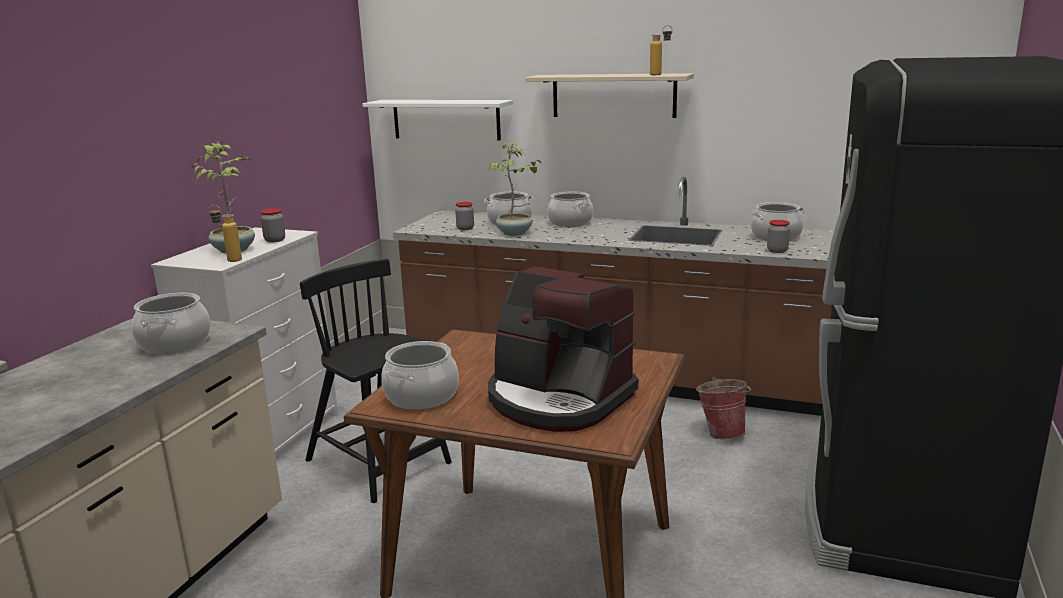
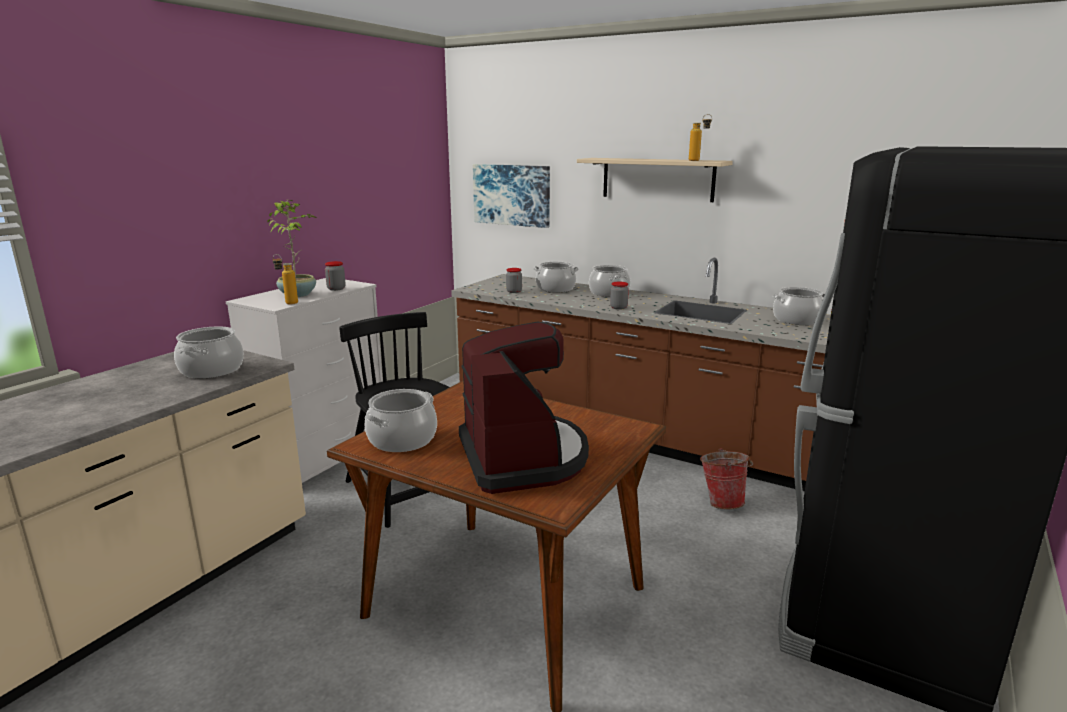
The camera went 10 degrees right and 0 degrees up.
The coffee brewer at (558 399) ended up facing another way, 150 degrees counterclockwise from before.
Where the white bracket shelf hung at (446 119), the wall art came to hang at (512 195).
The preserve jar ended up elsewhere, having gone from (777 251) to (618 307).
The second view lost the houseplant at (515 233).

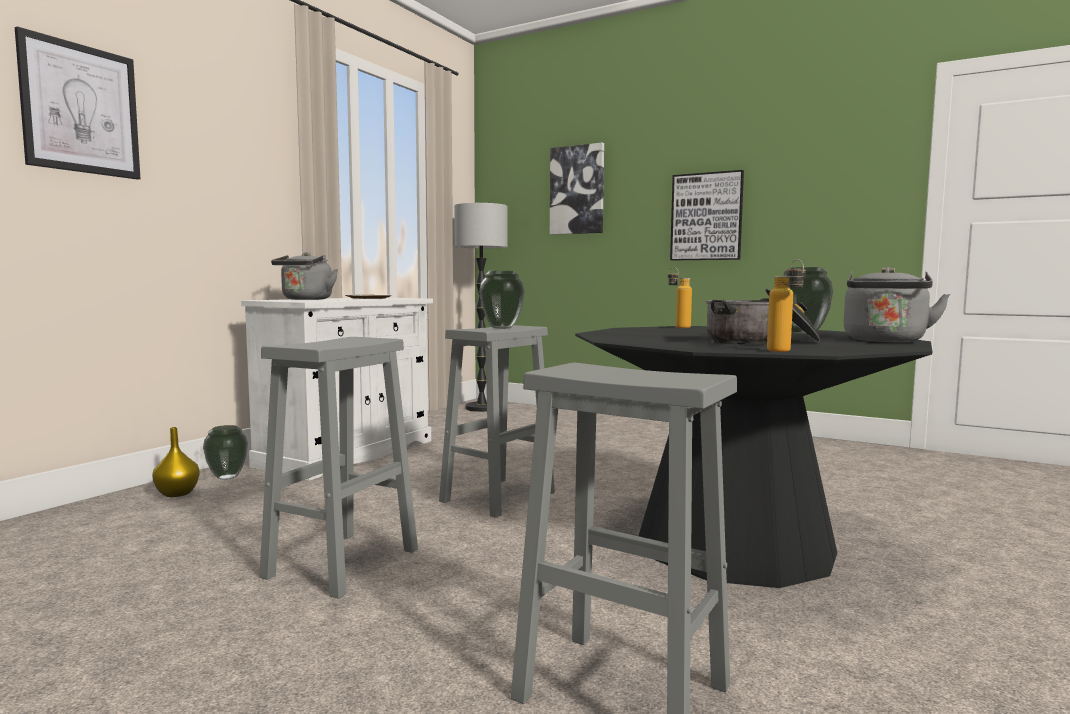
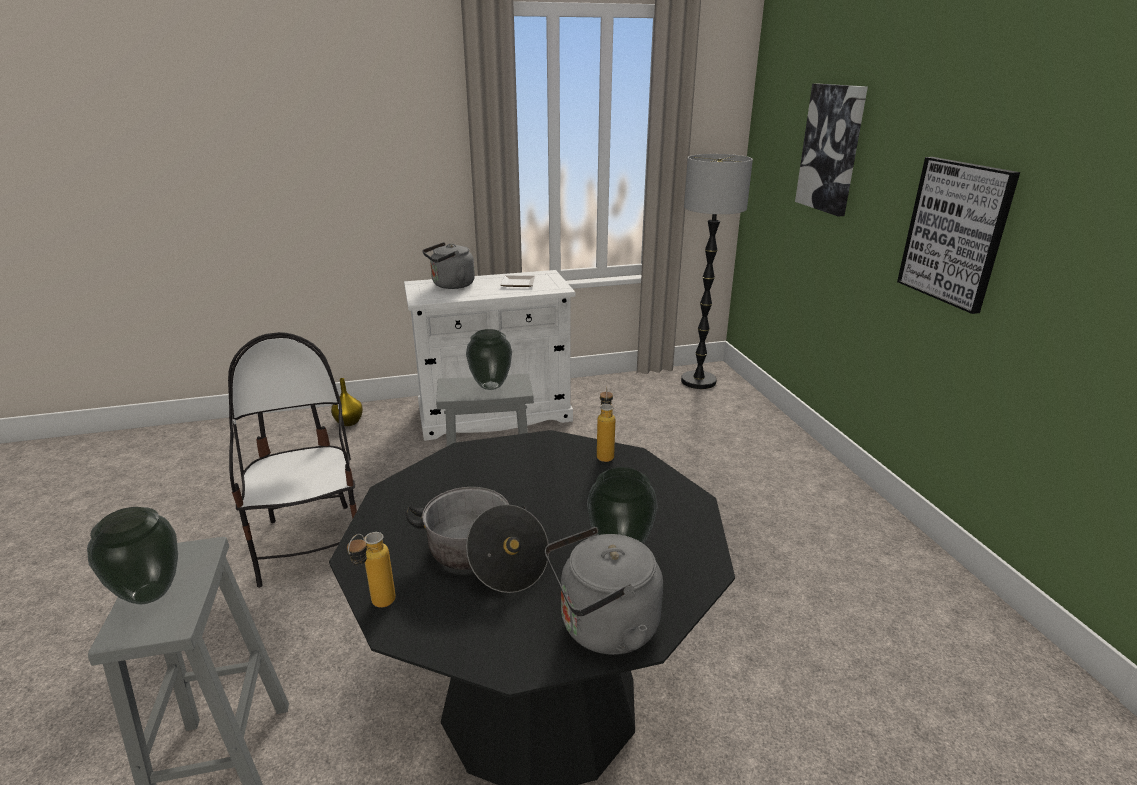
The camera went 45 degrees right and 20 degrees up.
The decorative vase ended up elsewhere, having gone from (227 477) to (149 594).
Where the gray stool seat stood at (344 562), the plain chair came to stand at (312 544).
The second view lost the wall art at (81 109).

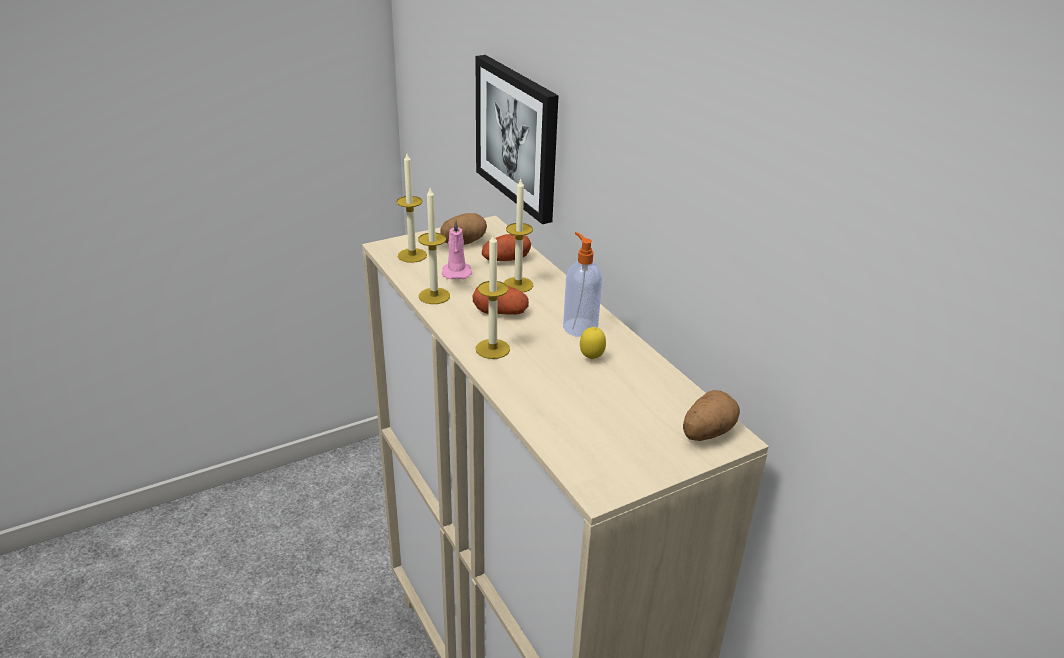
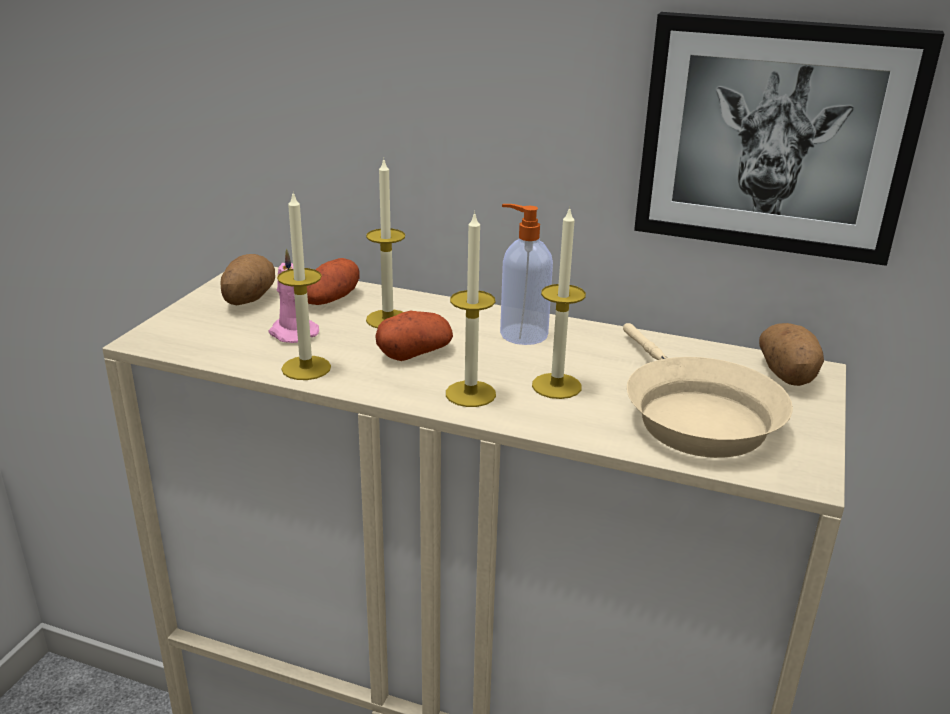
The camera went 40 degrees left and 5 degrees down.
The candle ended up elsewhere, having gone from (412 255) to (556 386).
The second view gained the beige-coloured skillet at (694 416).
The wall art ended up elsewhere, having gone from (518 136) to (775 137).
The second view lost the citrus fruit at (591 358).

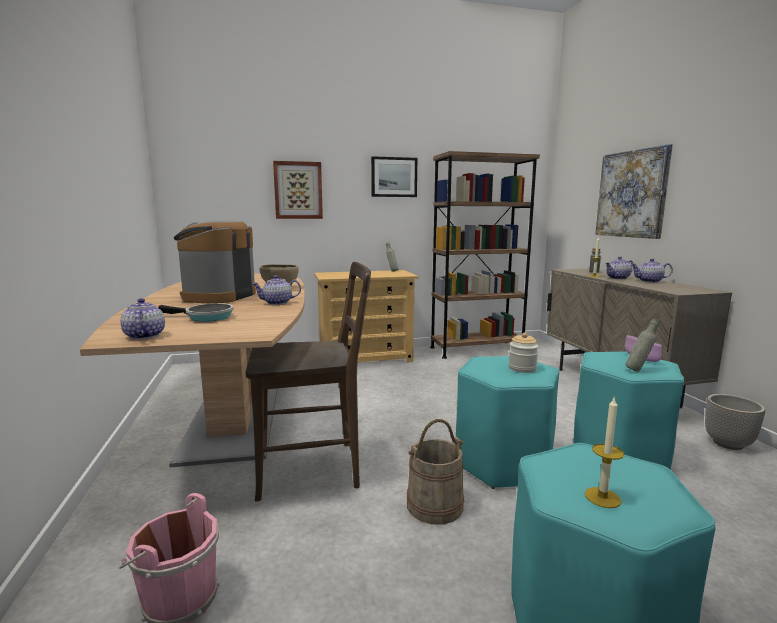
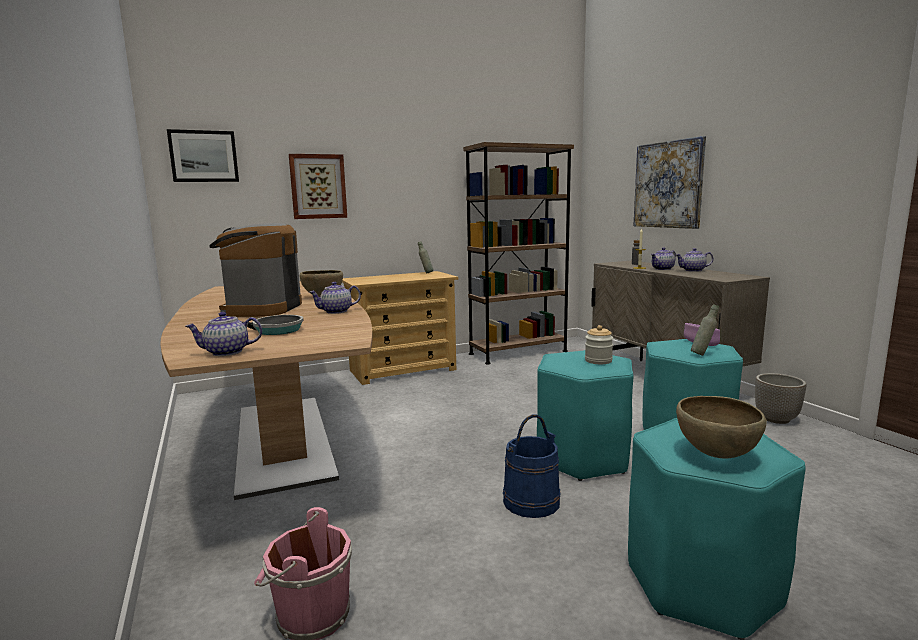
The camera went 10 degrees left and 0 degrees up.
The wall art ended up elsewhere, having gone from (394 177) to (204 156).
The tea pot at (144 336) ended up facing another way, 75 degrees counterclockwise from before.
What was the beige-coloured water bucket at (434 505) turned into the blue-coloured water bucket at (531 501).
Where the candle stood at (602 497), the brown-coloured bowl came to stand at (715 455).
The second view lost the brown-coloured plain chair at (314 468).

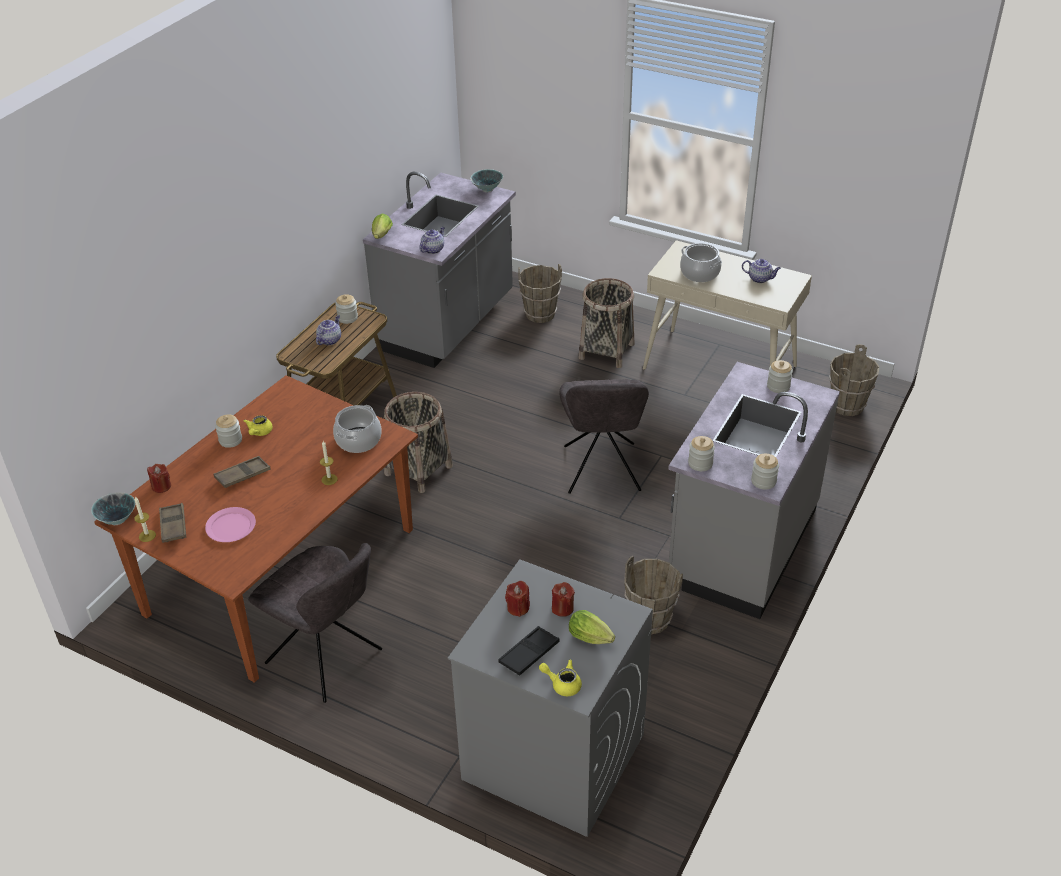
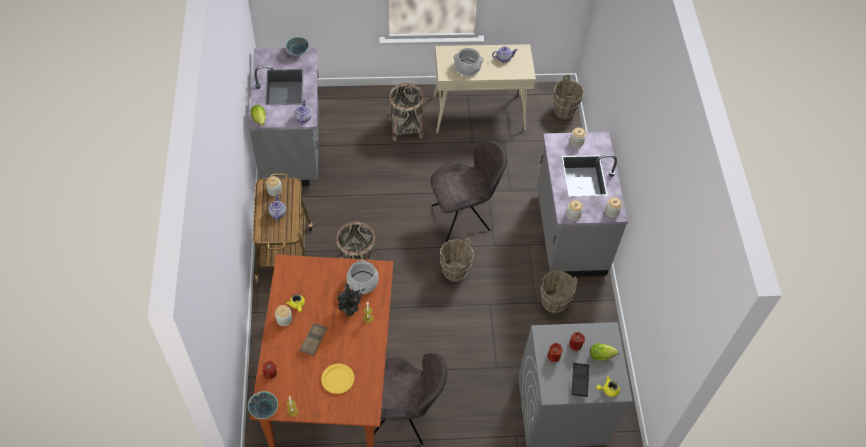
The camera went 35 degrees left and 15 degrees up.
What was the pinkish flat dish at (231 526) turned into the yellow-coloured flat dish at (337 379).
The second view gained the houseplant at (350 310).
The gray plain chair at (601 471) ended up facing another way, 75 degrees counterclockwise from before.
The brown-coloured water bucket ended up elsewhere, having gone from (540 314) to (455 272).
The second view lost the brown-coloured carrying tray at (173 526).

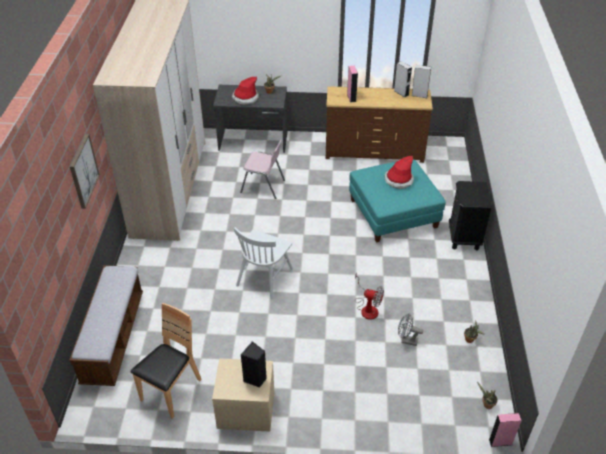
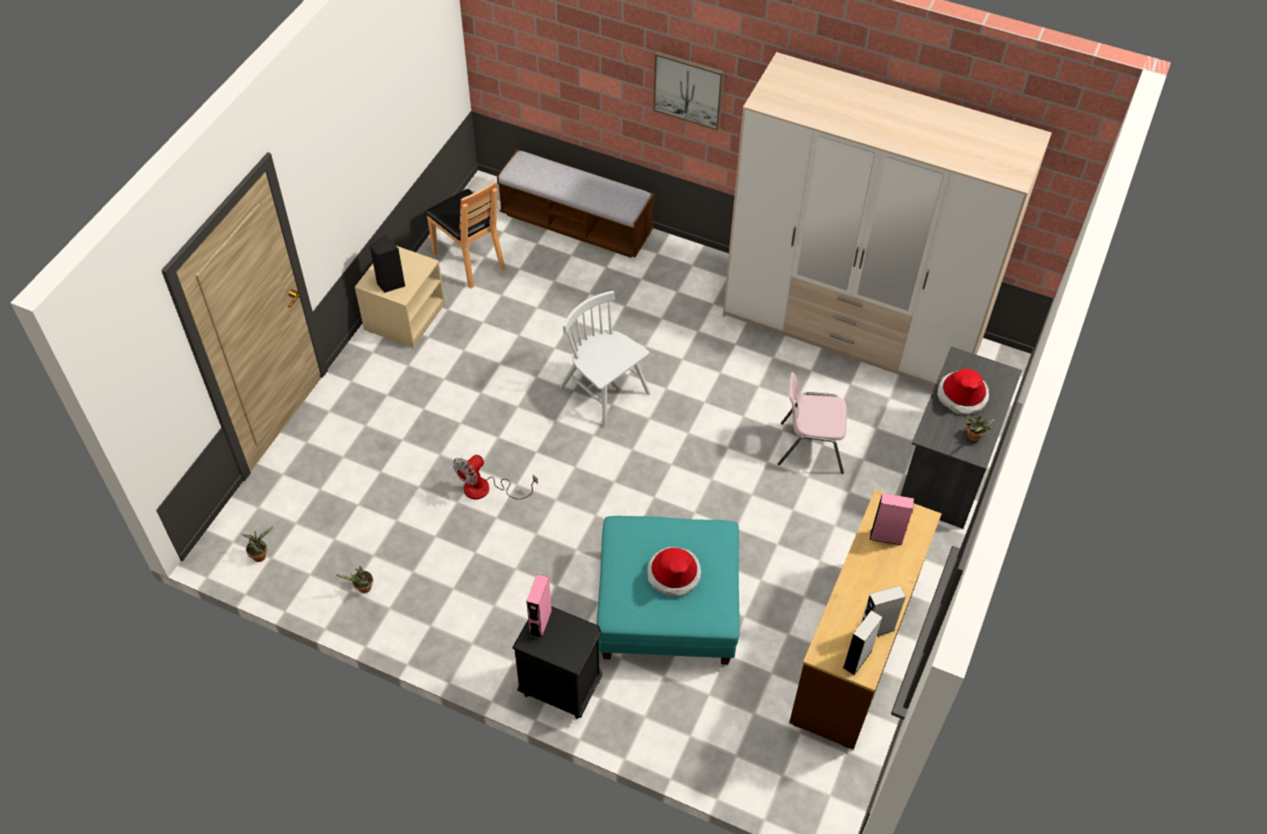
The camera went 110 degrees right and 10 degrees up.
The pinkish speaker ended up elsewhere, having gone from (500 442) to (540 623).
The pinkish plain chair at (263 186) ended up facing another way, 60 degrees clockwise from before.
The second view lost the gray fan at (406 340).

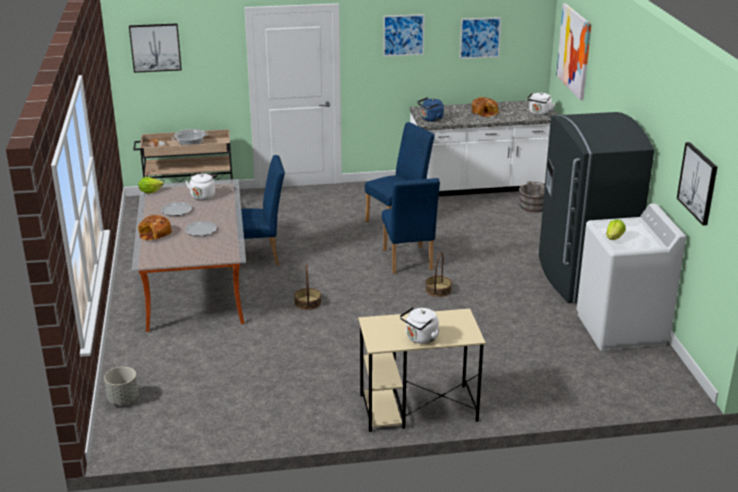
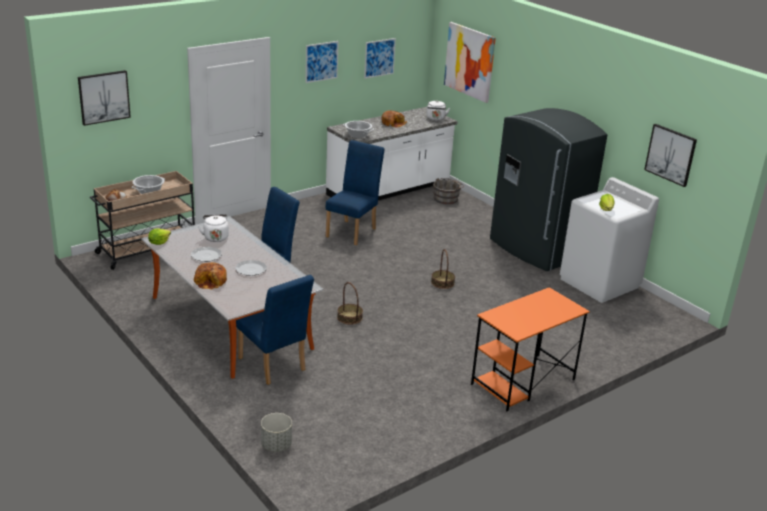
The camera went 30 degrees left and 0 degrees up.
The blue-coloured plain chair ended up elsewhere, having gone from (408 262) to (274 366).
Where the blue-coloured tea kettle stood at (431 119), the stockpot came to stand at (357 135).
What was the beige-coloured desk unit at (417 408) turned into the orange desk unit at (522 382).
The second view lost the white tea kettle at (420 338).

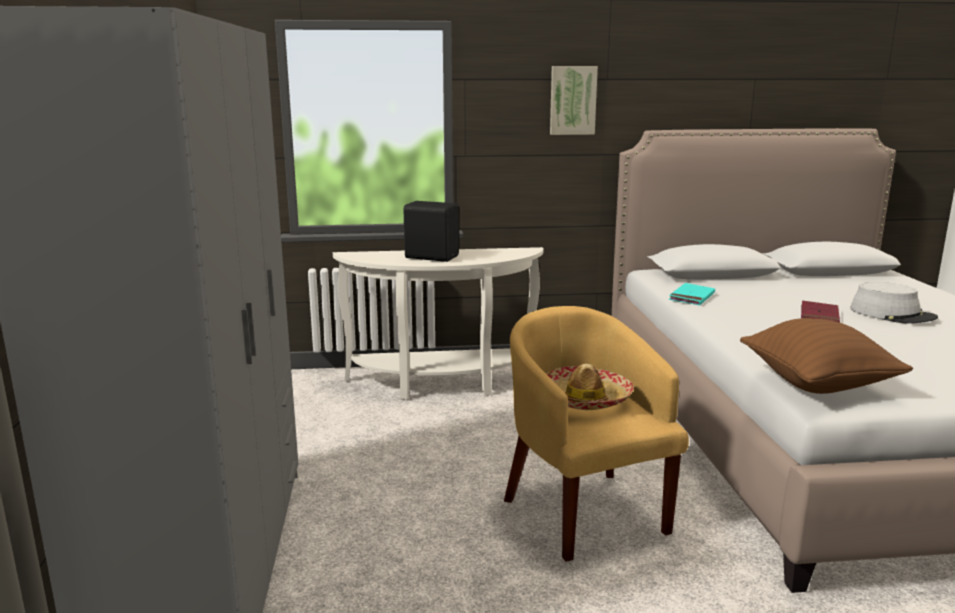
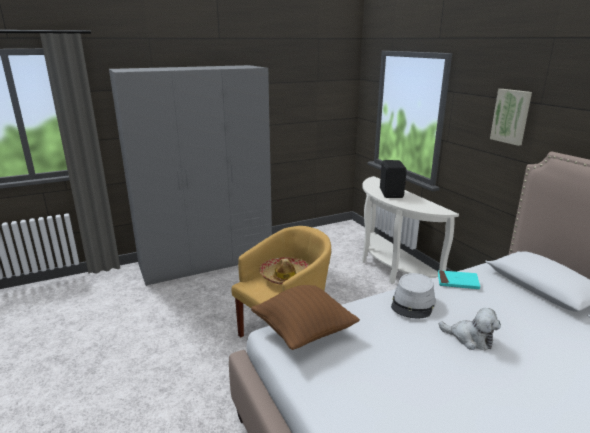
The camera went 70 degrees right and 5 degrees up.
The gray hat ended up elsewhere, having gone from (892 314) to (413 303).
Where the reddish bound book stood at (819 316), the plush toy came to stand at (470 339).

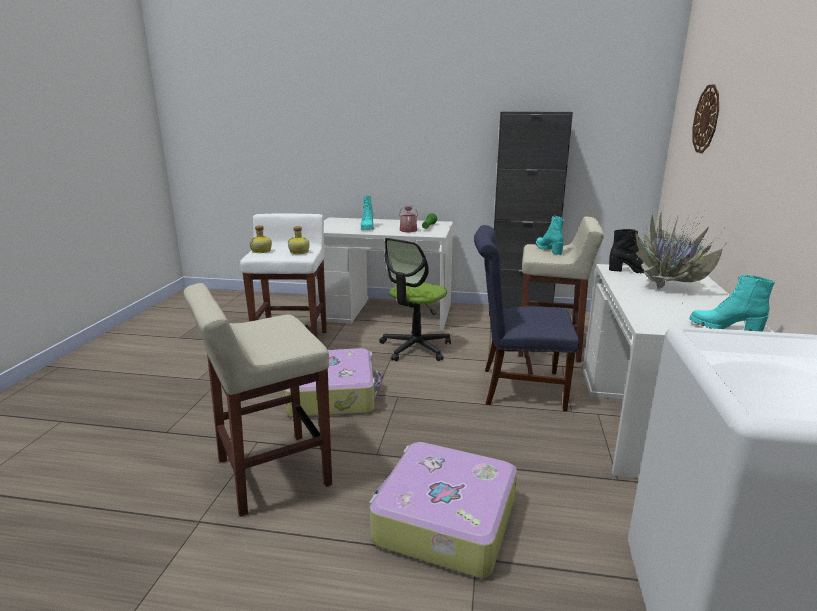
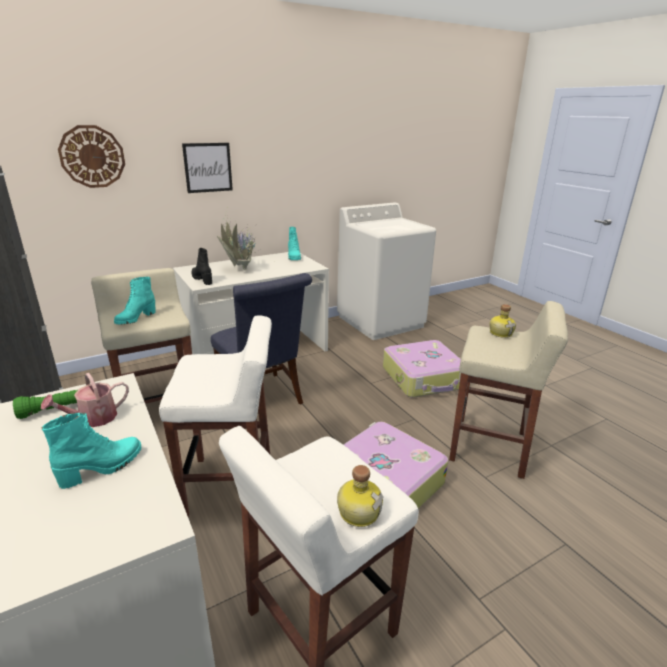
The camera went 130 degrees left and 5 degrees up.
Where the desk chair stood at (415 348), the white stool seat came to stand at (231 485).
The second view gained the wall art at (208 167).
The beverage bottle ended up elsewhere, having gone from (299 252) to (501 333).

